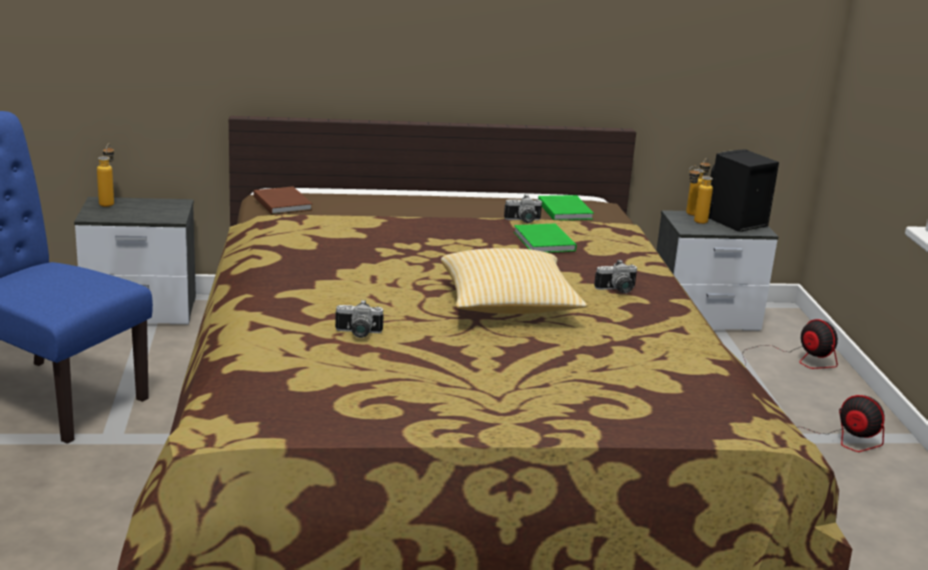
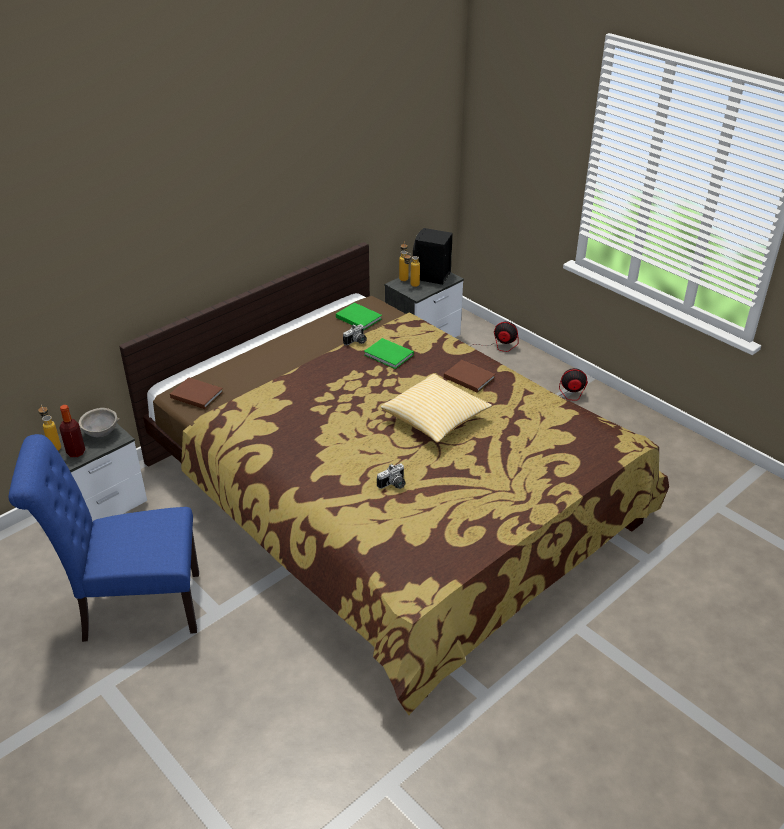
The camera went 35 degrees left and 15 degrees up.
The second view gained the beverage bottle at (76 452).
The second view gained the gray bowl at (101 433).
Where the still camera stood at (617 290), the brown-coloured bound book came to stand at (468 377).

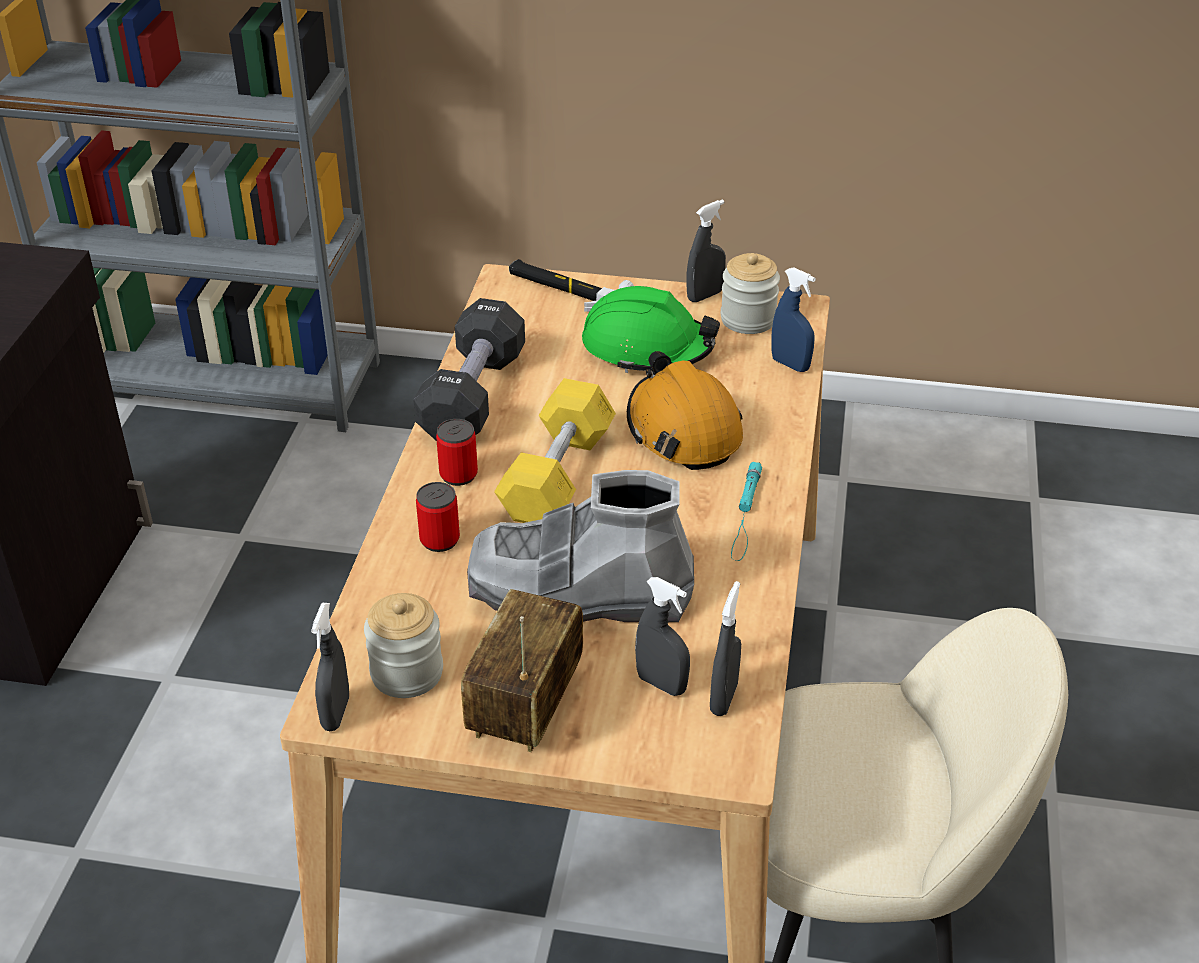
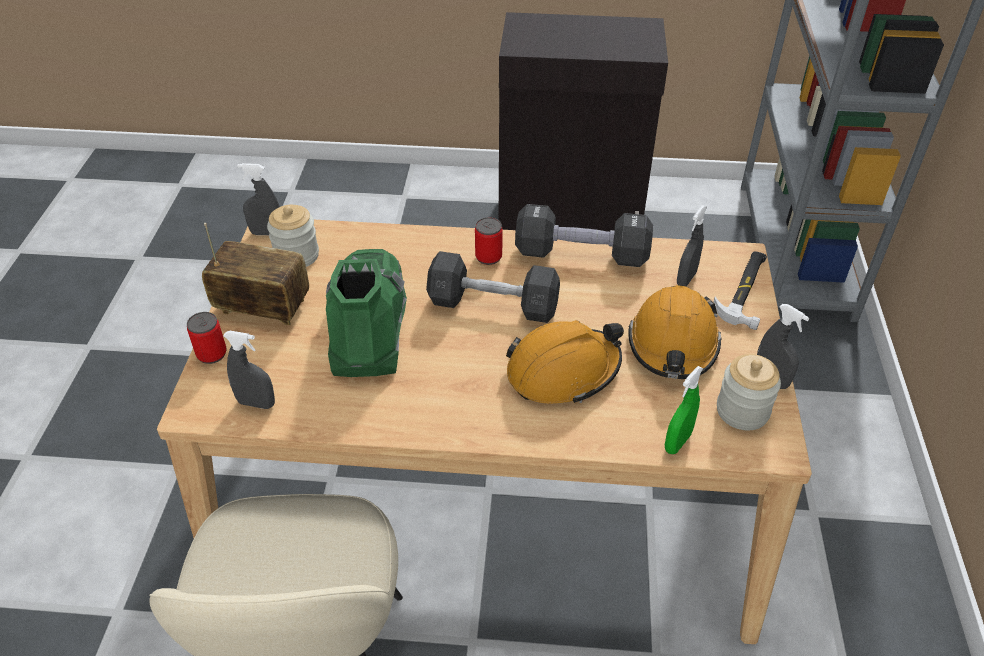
The camera went 85 degrees right and 5 degrees up.
The metal can ended up elsewhere, having gone from (439 540) to (211 354).
What was the gray high-top boot at (579 591) turned into the greenish high-top boot at (368 324).
What was the yellow-coloured hand weight at (557 476) turned into the gray hand weight at (493 304).
What was the greenish safety helmet at (647 348) turned into the orange safety helmet at (673 345).
What was the blue-coloured hand sprayer at (790 364) turned into the greenish hand sprayer at (677 442).
The gray hand sprayer ended up elsewhere, having gone from (661 684) to (686 279).
The second view lost the turquoise flashlight at (746 515).

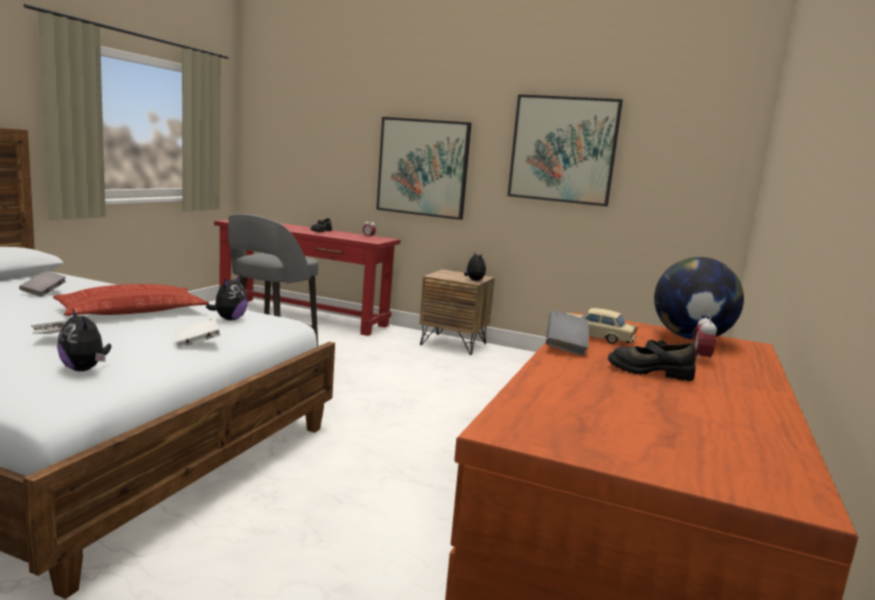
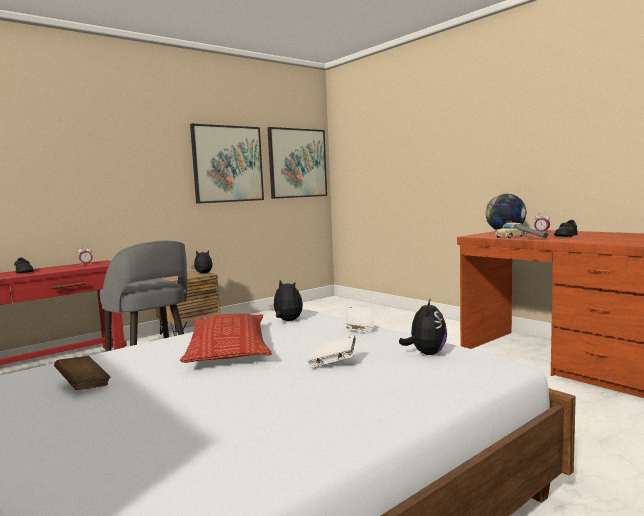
The camera went 60 degrees left and 5 degrees down.
What was the gray bound book at (43 292) turned into the brown-coloured bound book at (83 385).
The wall art ended up elsewhere, having gone from (423 167) to (297 163).
The plush toy at (85 369) ended up facing another way, 60 degrees counterclockwise from before.

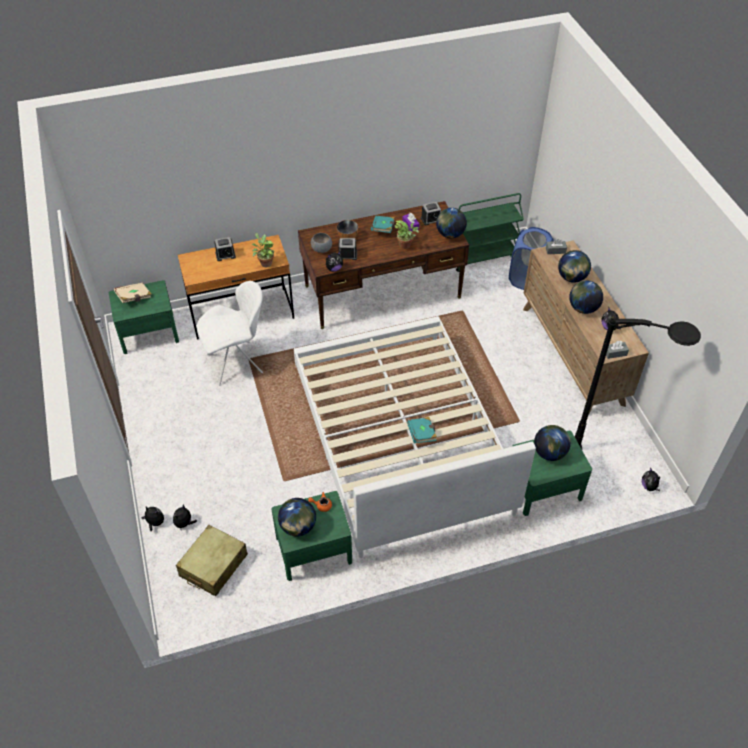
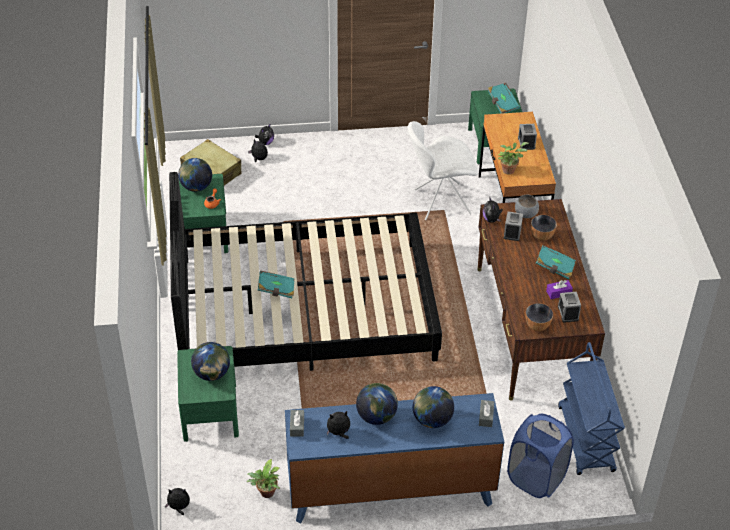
The camera went 100 degrees right and 5 degrees down.
What was the white bedroom bed at (400 441) turned into the black bedroom bed at (304 309).
The houseplant ended up elsewhere, having gone from (406 245) to (266 494).
What was the brown-coloured drawer chest at (572 355) turned into the blue-coloured drawer chest at (390 490).
The white plain chair at (237 363) ended up facing another way, 90 degrees clockwise from before.
What was the beige-coloured bound book at (134 297) turned into the turquoise bound book at (502 104).
Where the desk globe stood at (450 234), the bowl came to stand at (537 326).
What was the greenish trolley at (483 256) turned into the blue-coloured trolley at (586 439).
The second view lost the black standard lamp at (616 461).

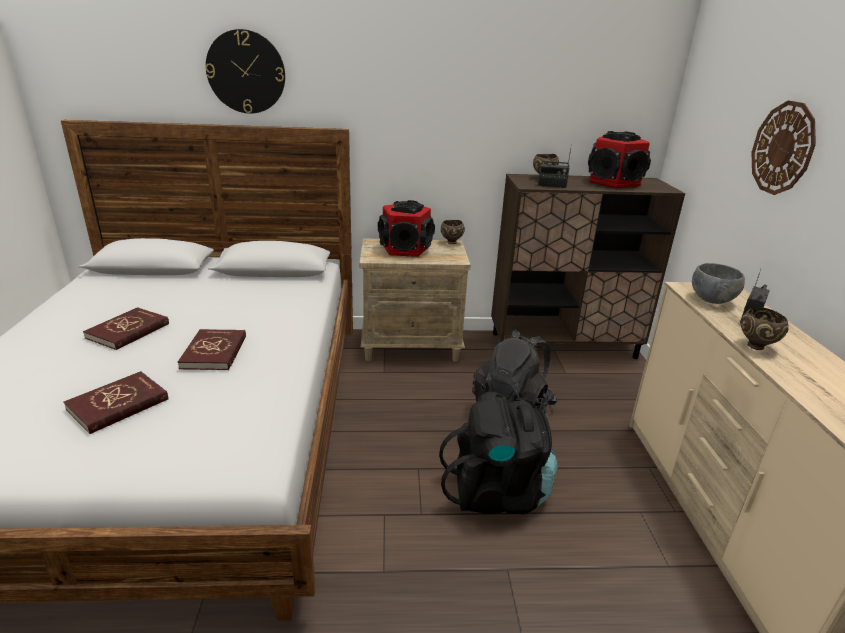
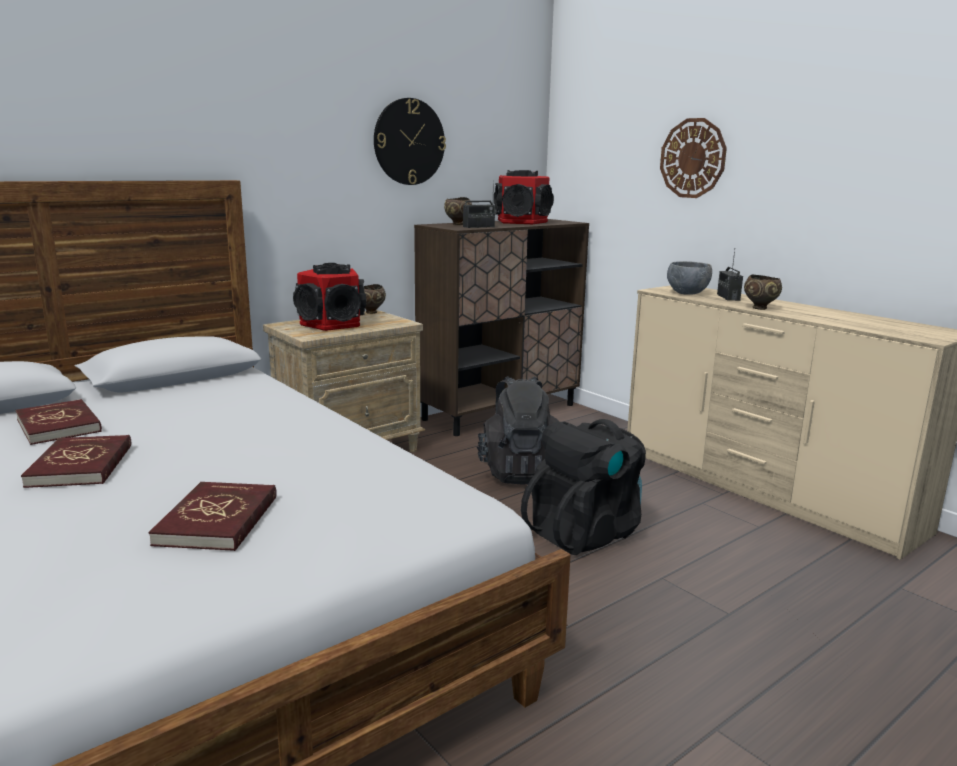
The camera went 35 degrees left and 10 degrees down.
The reddish bound book ended up elsewhere, having gone from (214 352) to (59 425).
The hanging clock ended up elsewhere, having gone from (246 72) to (409 142).

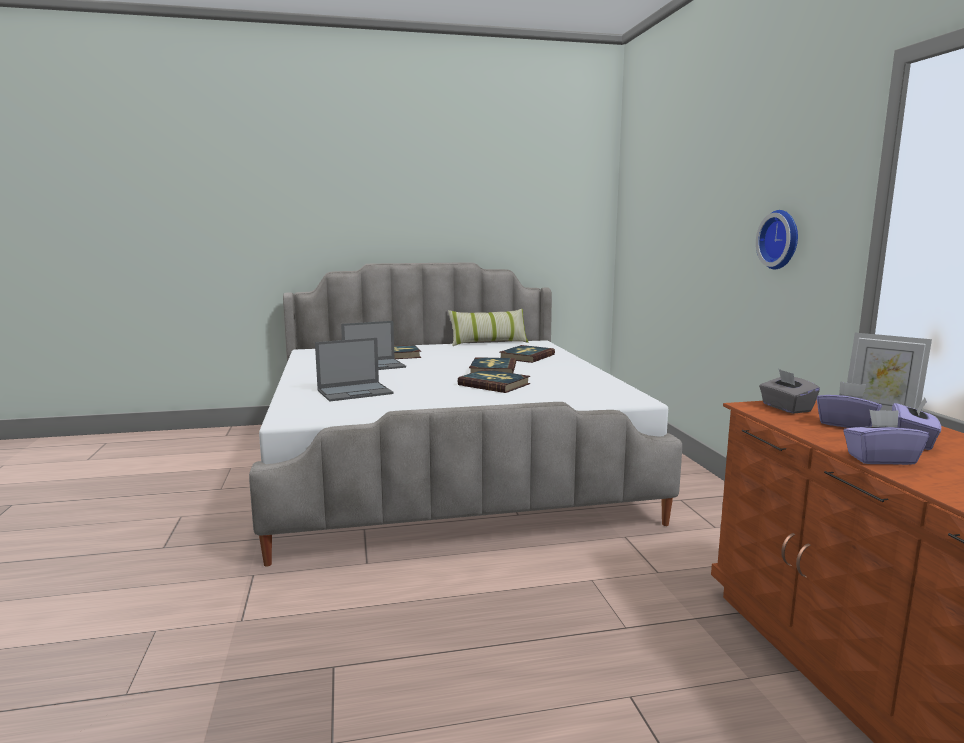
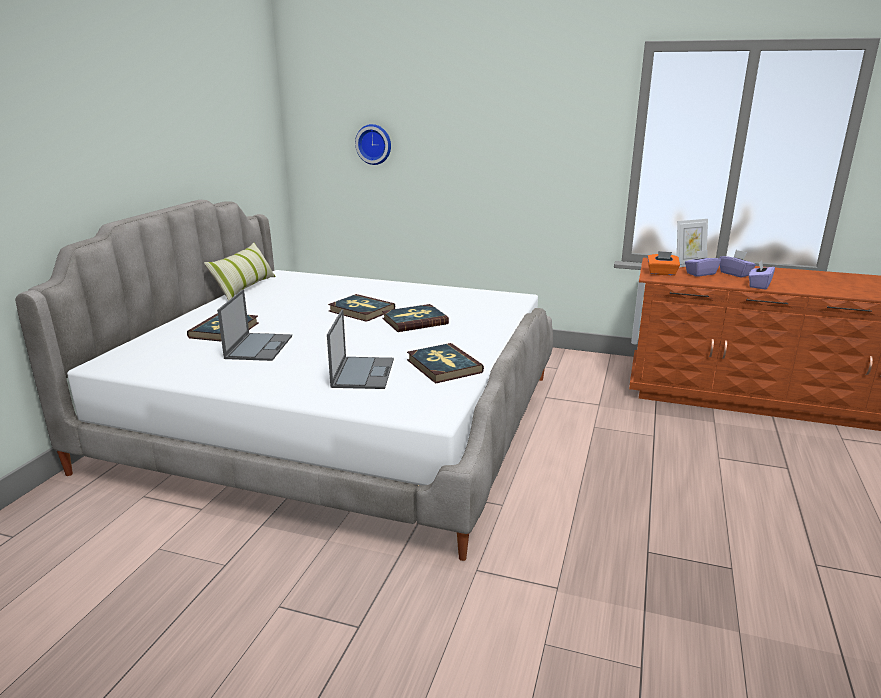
The camera went 60 degrees left and 10 degrees up.
The hanging clock ended up elsewhere, having gone from (781 239) to (374 144).
The bound book ended up elsewhere, having gone from (526 356) to (443 366).
What was the gray tissue box at (786 408) turned into the orange tissue box at (662 273).

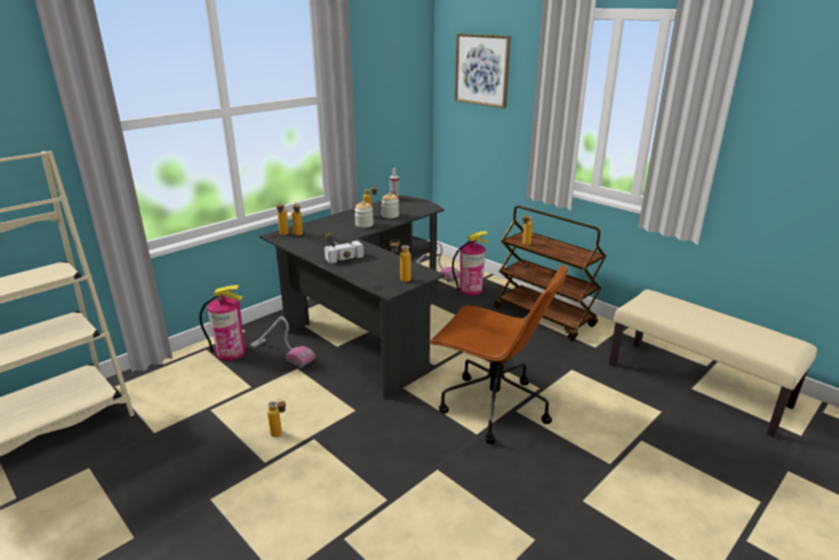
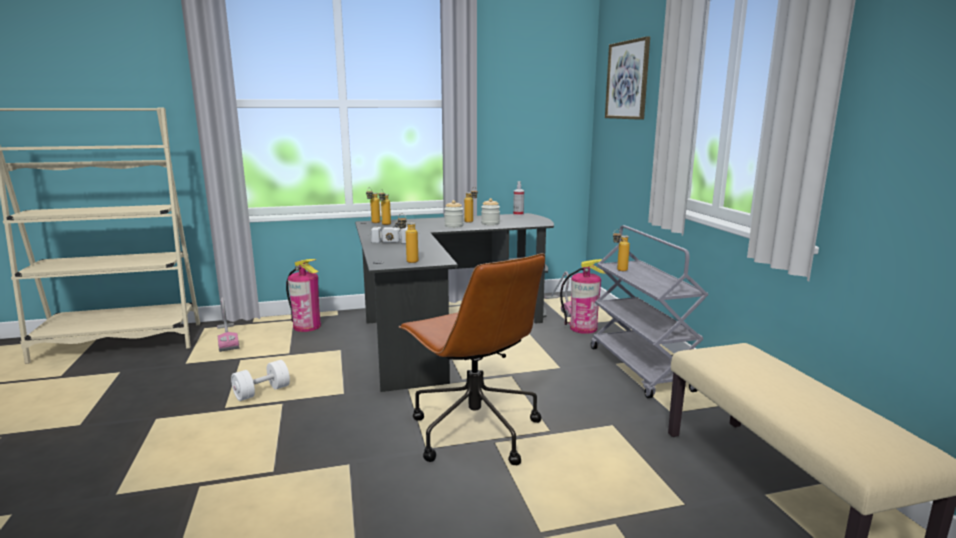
The camera went 30 degrees right and 10 degrees down.
The vacuum ended up elsewhere, having gone from (282 353) to (227 338).
Where the beverage bottle stood at (280 435), the white hand weight came to stand at (262 392).
What was the brown-coloured trolley at (544 317) turned into the gray trolley at (641 369).

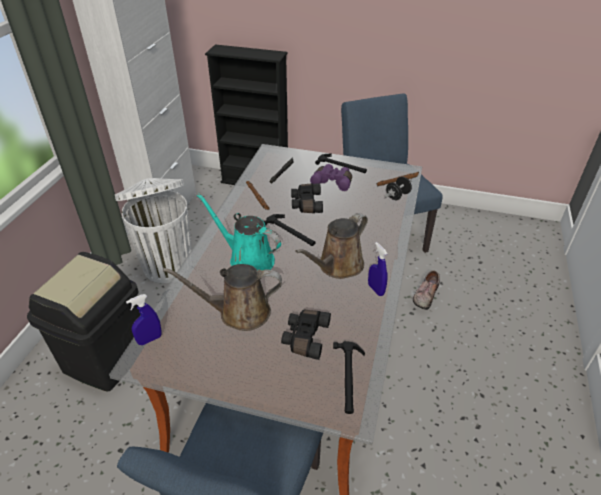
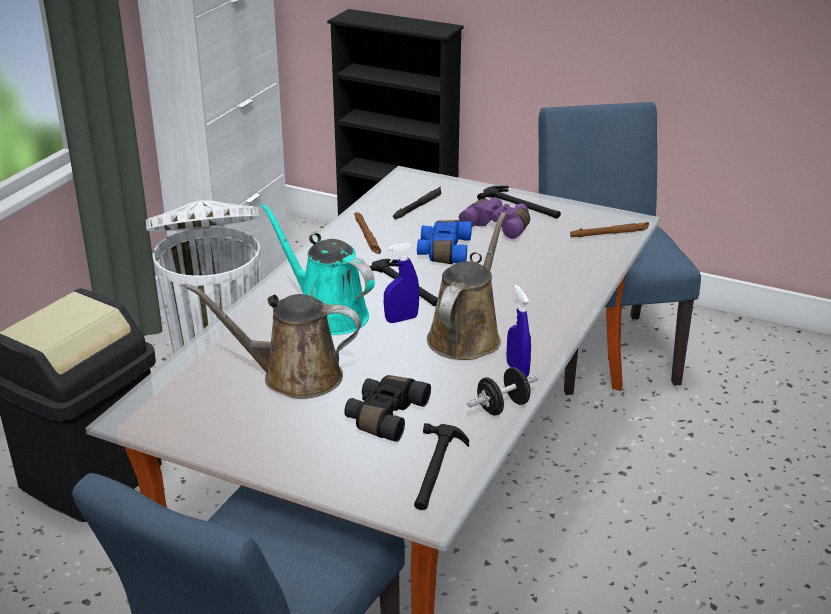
The camera went 10 degrees right and 10 degrees down.
The blue-coloured hand sprayer ended up elsewhere, having gone from (150 339) to (401 319).
What was the black binoculars at (306 204) turned into the blue-coloured binoculars at (443 251).
The brown-coloured sprinkling can at (337 266) ended up facing another way, 150 degrees clockwise from before.
The black hand weight ended up elsewhere, having gone from (397 196) to (503 407).
The second view lost the shoe at (425 294).

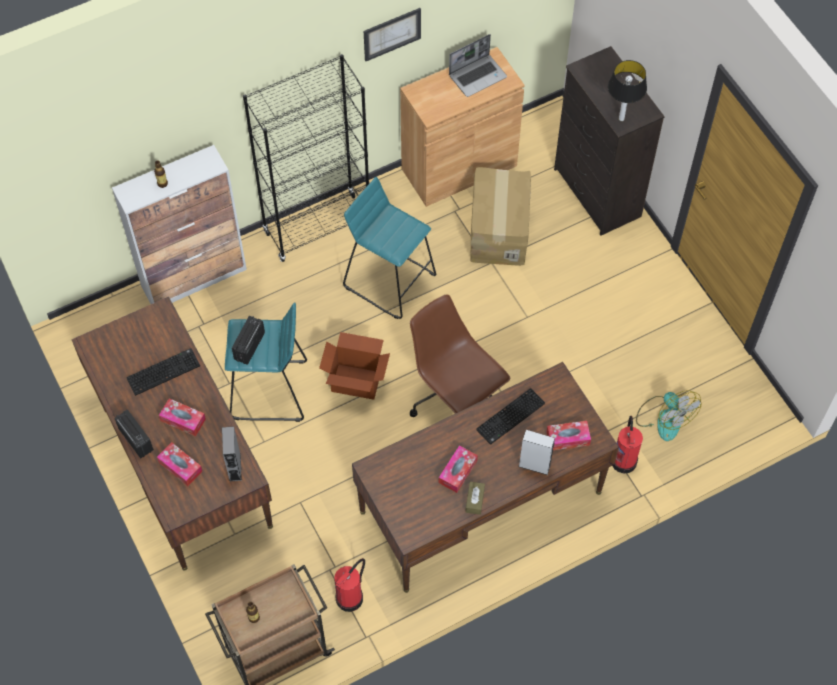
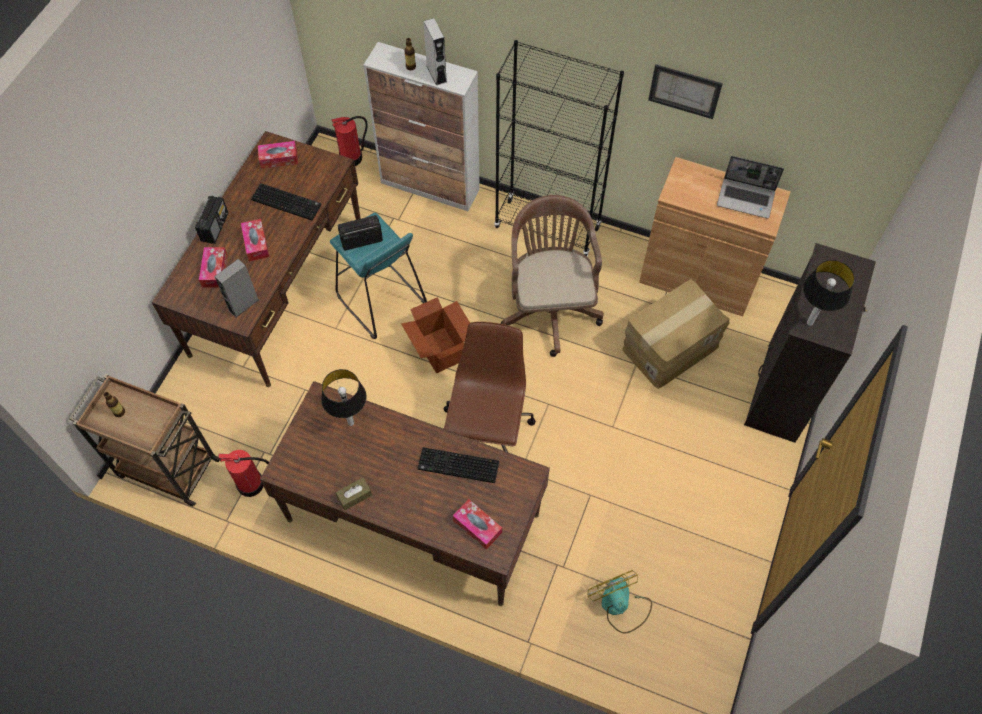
The camera went 50 degrees right and 0 degrees up.
The tissue box ended up elsewhere, having gone from (458 472) to (279 158).
The second view gained the lamp for a table at (351 422).
The fire extinguisher ended up elsewhere, having gone from (624 460) to (352 157).
The gray speaker ended up elsewhere, having gone from (534 465) to (436 74).
Where the turquoise stool seat stood at (389 280), the brown-coloured desk chair came to stand at (550 306).
The fan at (664 418) ended up facing another way, 135 degrees clockwise from before.

